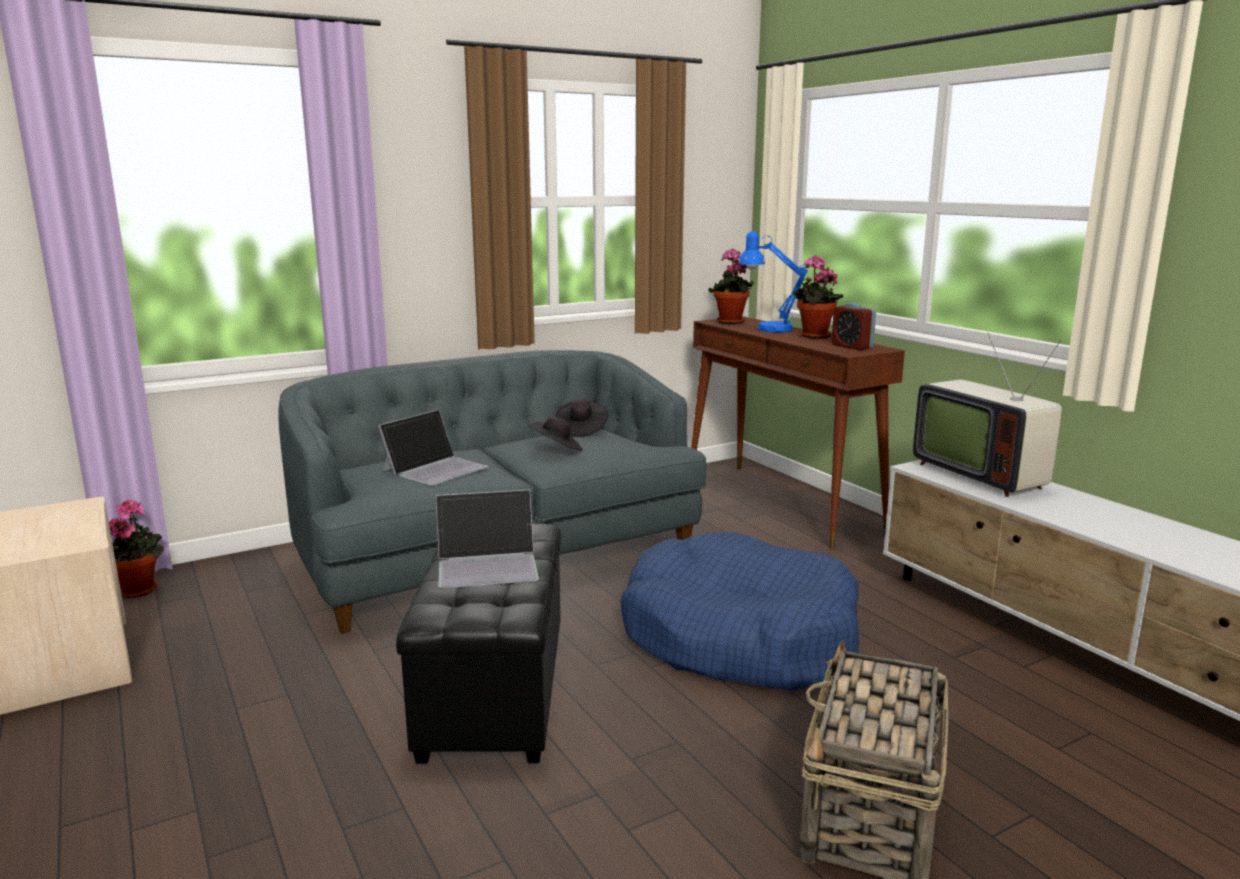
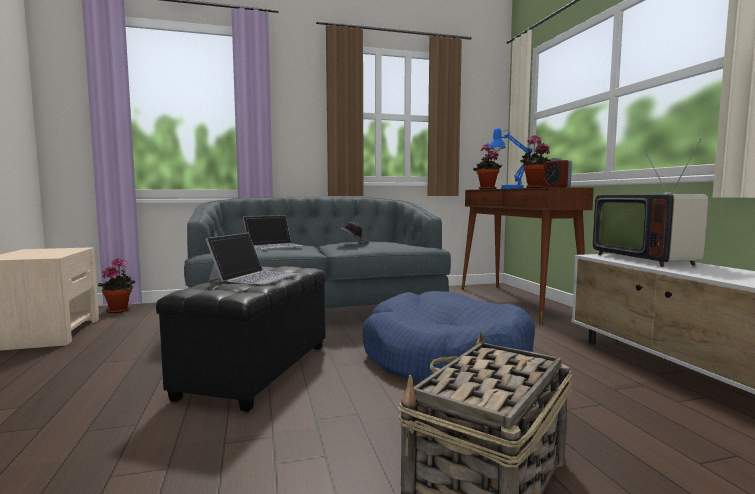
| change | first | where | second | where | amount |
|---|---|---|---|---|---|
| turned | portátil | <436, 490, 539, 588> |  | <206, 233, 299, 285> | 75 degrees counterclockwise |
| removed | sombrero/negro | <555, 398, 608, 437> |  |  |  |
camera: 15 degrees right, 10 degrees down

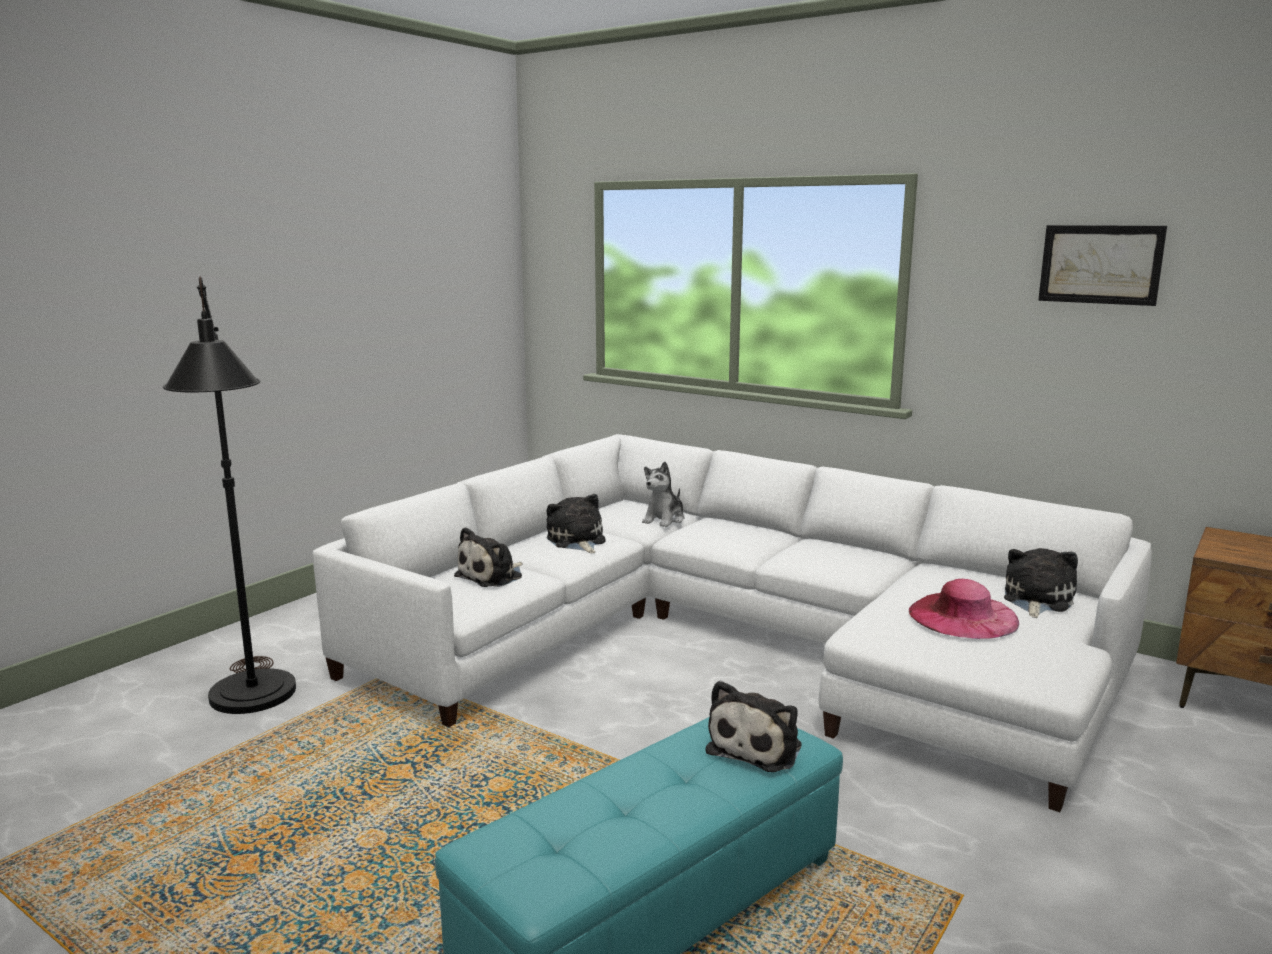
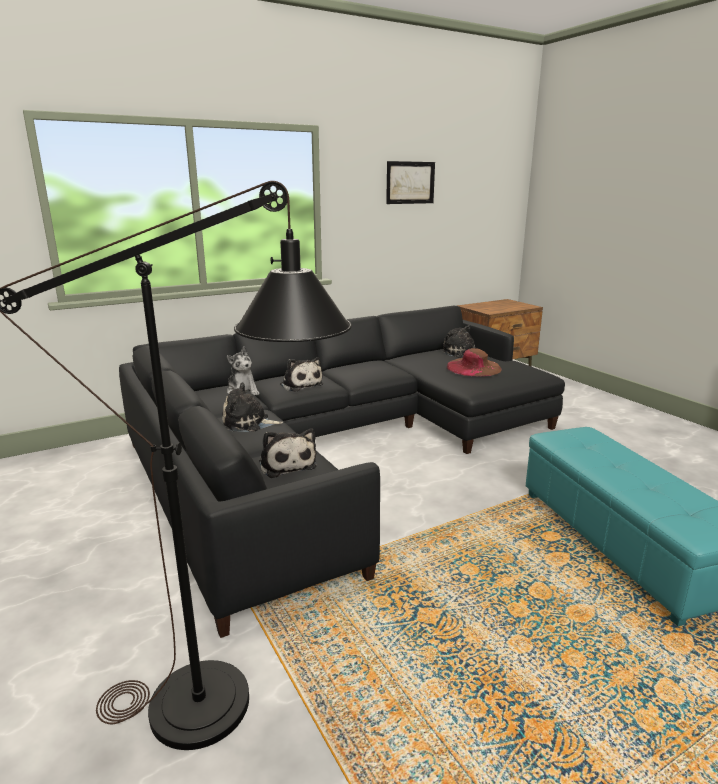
| change | first | where | second | where | amount |
|---|---|---|---|---|---|
| recoloured | sofá/blanco | <312, 434, 1152, 812> | sofá/negro | <119, 306, 565, 638> |  |
| moved | peluche | <705, 680, 801, 772> |  | <280, 357, 324, 392> |  |
| recoloured | sombrero/rosa | <909, 579, 1019, 639> | sombrero/marrón | <446, 348, 501, 377> |  |
camera: 65 degrees left, 5 degrees up

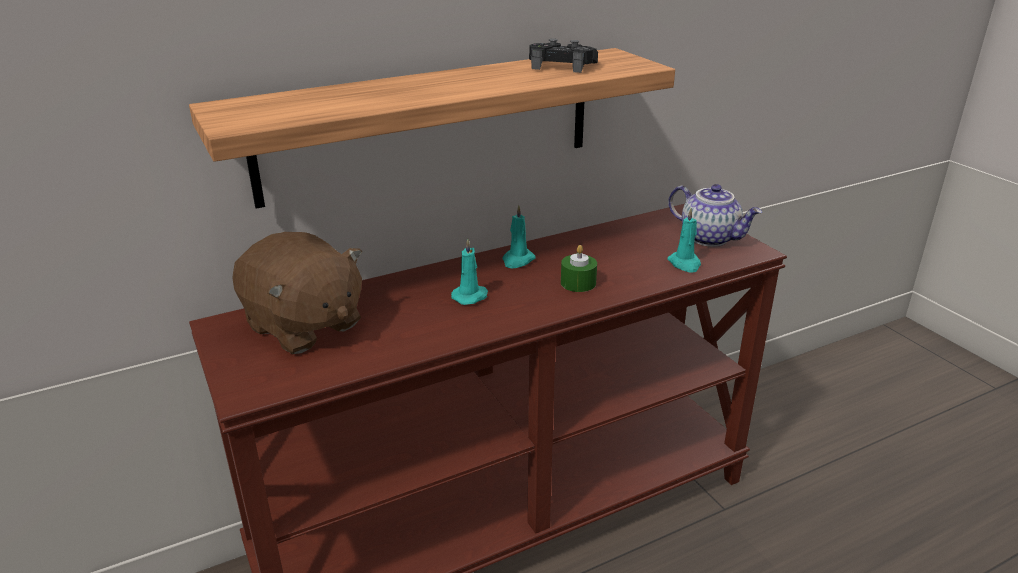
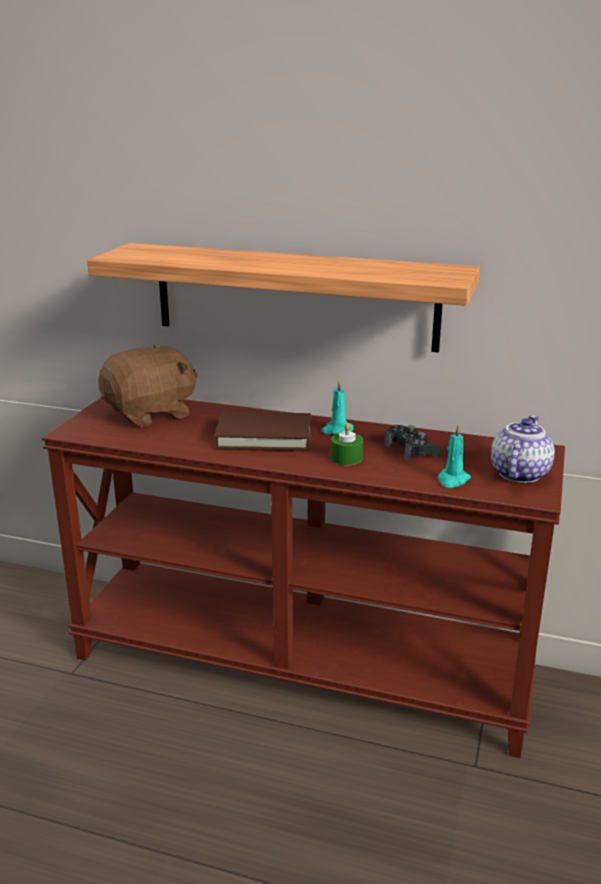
| change | first | where | second | where | amount |
|---|---|---|---|---|---|
| turned | peluche/marrón | <232, 232, 362, 354> |  | <98, 345, 197, 428> | 120 degrees counterclockwise |
| replaced | vela/turquesa | <451, 239, 488, 305> | libro/marrón | <214, 412, 311, 451> |  |
| moved | mando de consola/negro | <529, 38, 598, 73> |  | <384, 425, 442, 461> |  |
| turned | tetera | <668, 184, 762, 247> |  | <491, 416, 555, 483> | 150 degrees counterclockwise |
camera: 45 degrees right, 5 degrees down

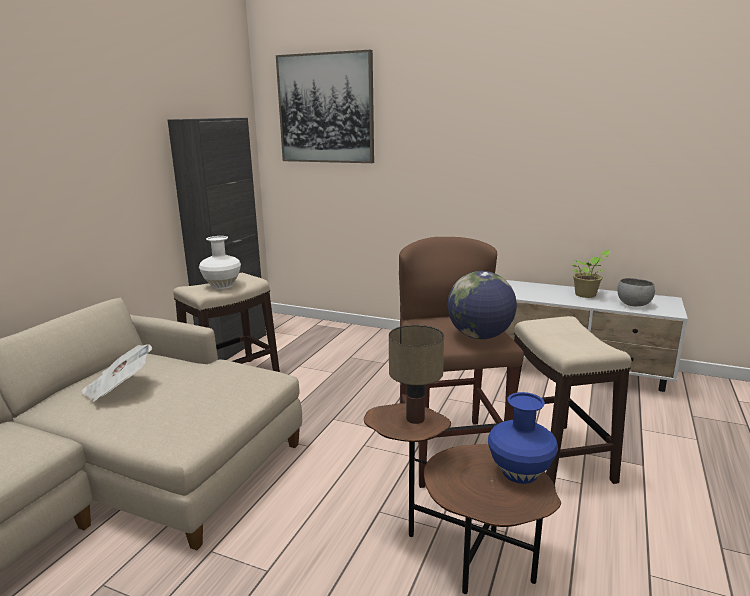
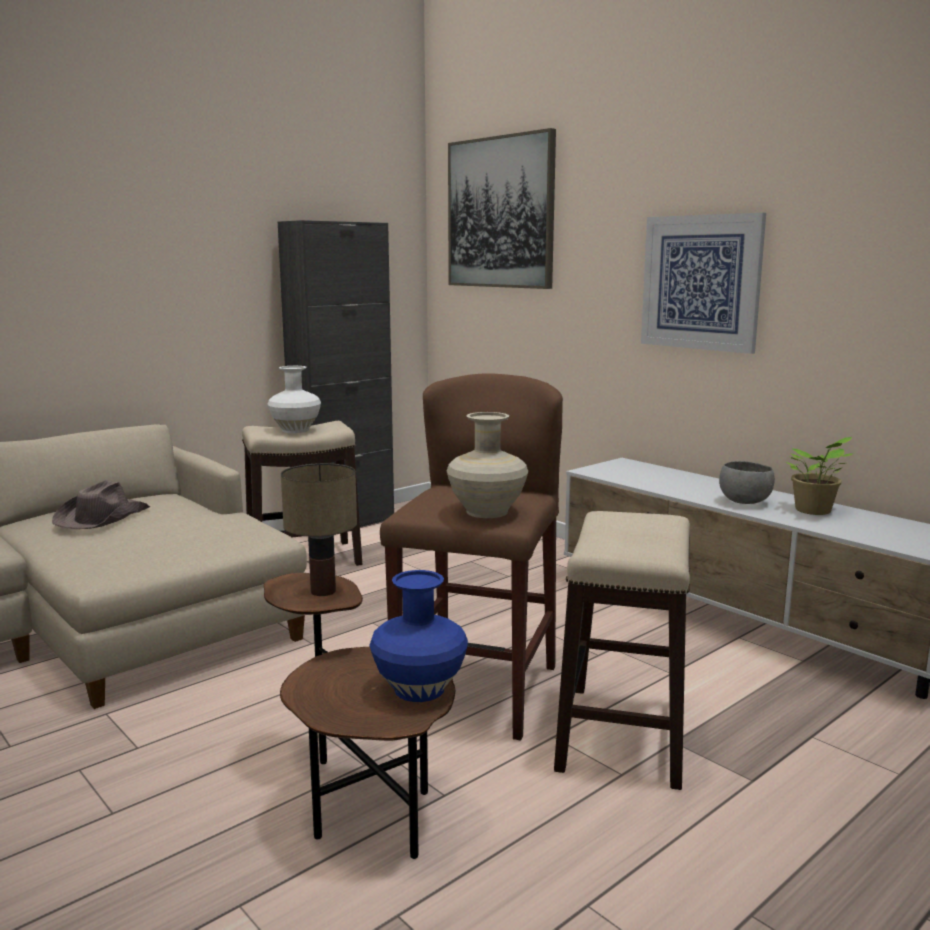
| change | first | where | second | where | amount |
|---|---|---|---|---|---|
| replaced | periódico | <81, 344, 152, 402> | sombrero/marrón | <52, 480, 150, 529> |  |
| replaced | globo terráqueo | <447, 271, 517, 339> | florero/beis | <447, 412, 528, 518> |  |
| added |  |  | cuadro | <641, 213, 766, 354> |  |
| moved | cuenco/gris | <617, 278, 655, 306> |  | <719, 461, 775, 504> |  |
camera: 25 degrees right, 5 degrees down

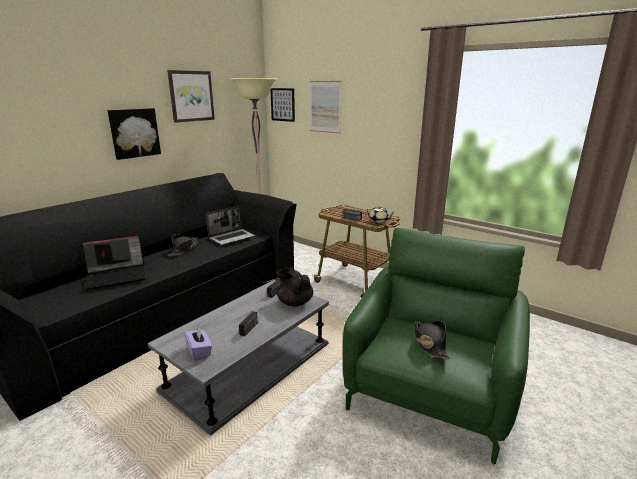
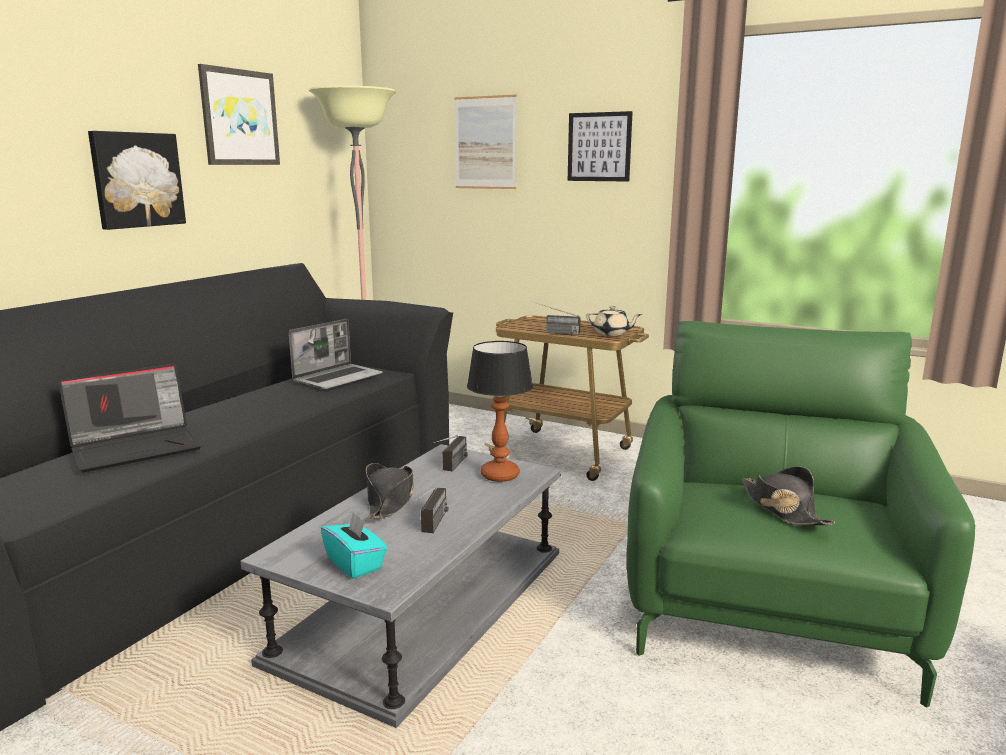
| change | first | where | second | where | amount |
|---|---|---|---|---|---|
| recoloured | caja de pañuelos/morado | <184, 327, 212, 360> | caja de pañuelos/turquesa | <321, 512, 387, 579> |  |
| moved | sombrero/negro | <168, 234, 198, 256> |  | <366, 463, 414, 520> |  |
| replaced | tetera/negro | <277, 267, 313, 306> | lámpara de mesa | <467, 341, 533, 482> |  |
| moved | cuadro | <270, 88, 295, 122> |  | <568, 111, 633, 182> |  |
camera: 10 degrees left, 5 degrees down

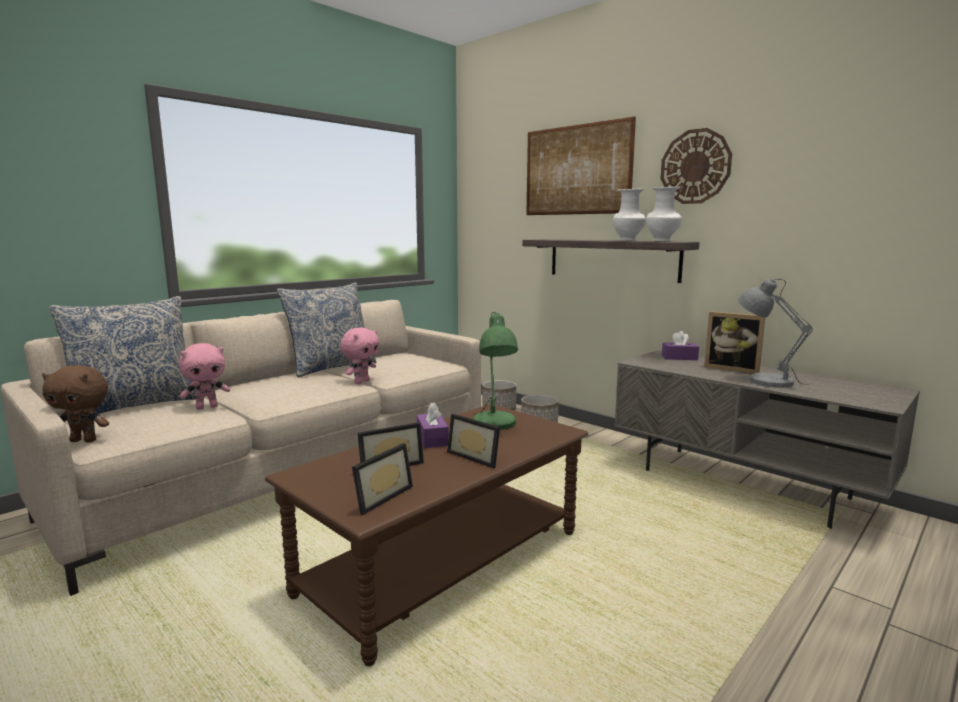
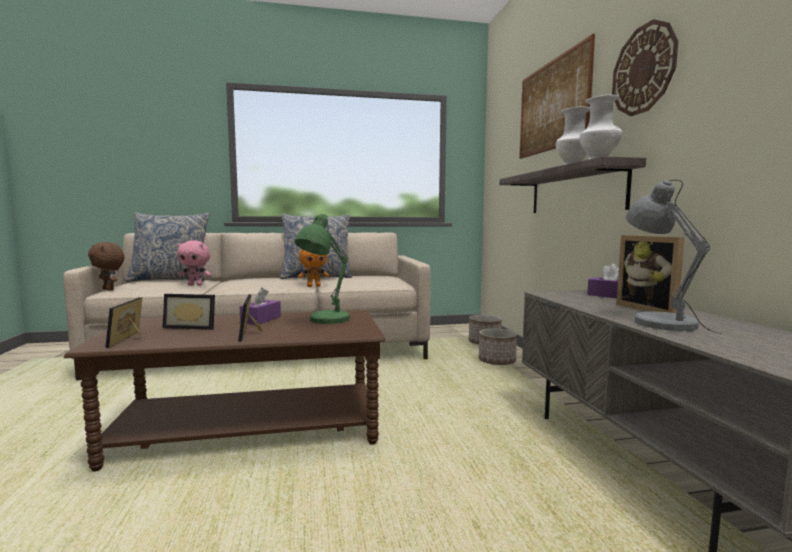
| change | first | where | second | where | amount |
|---|---|---|---|---|---|
| turned | portarretratos | <352, 443, 413, 515> |  | <105, 297, 143, 348> | 105 degrees clockwise |
| recoloured | peluche/rosa | <340, 327, 379, 384> | peluche/naranja | <298, 249, 329, 287> |  |
camera: 35 degrees right, 5 degrees down

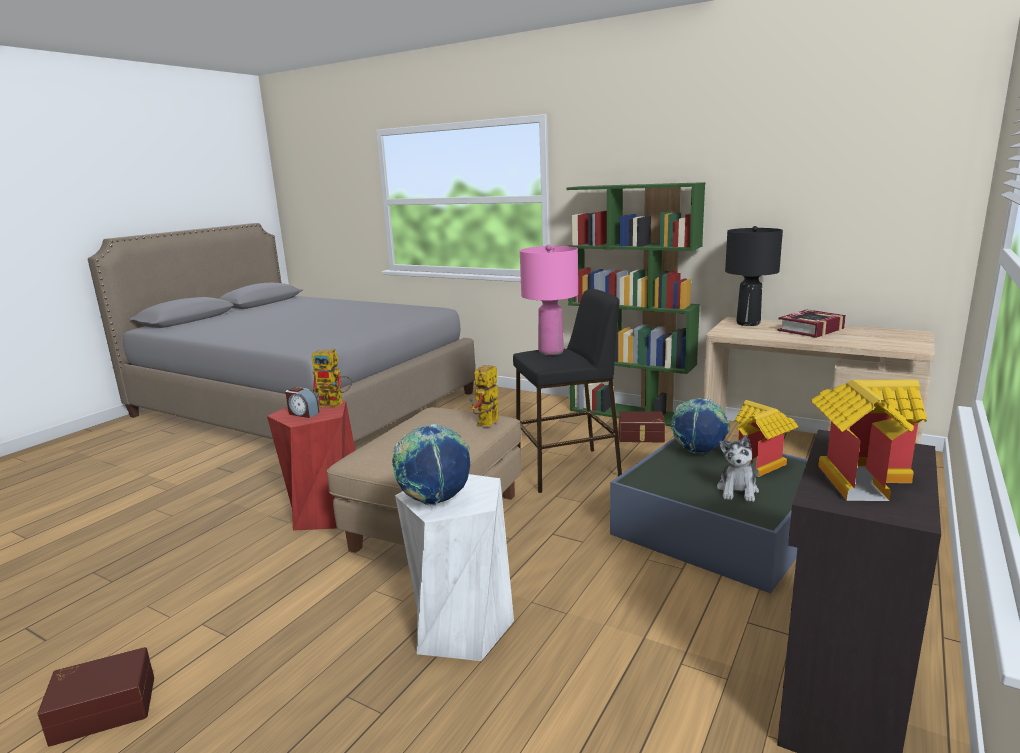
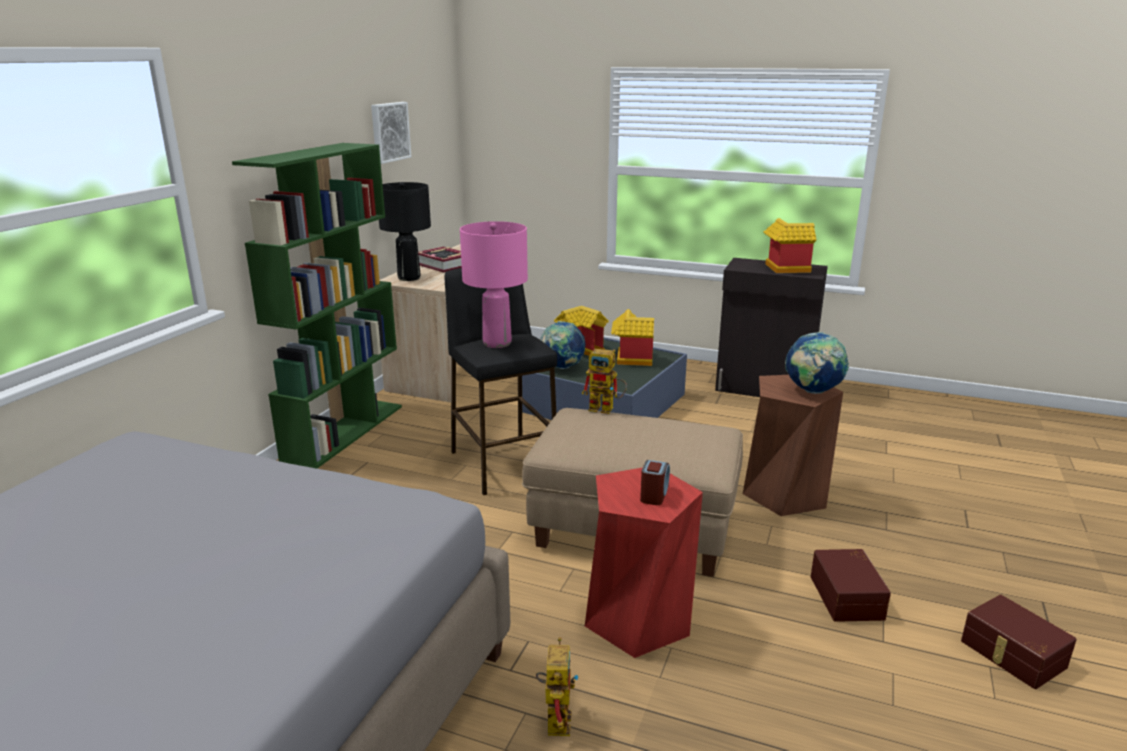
| change | first | where | second | where | amount |
|---|---|---|---|---|---|
| added |  |  | cuadro | <371, 102, 411, 164> |  |
| moved | robot de juguete | <311, 348, 353, 408> |  | <536, 637, 578, 736> |  |
| replaced | peluche | <717, 435, 759, 502> | casita | <611, 309, 654, 366> |  |
| recoloured | taburete/blanco | <395, 474, 514, 661> | taburete/marrón | <743, 375, 843, 516> |  |
| moved | caja de almacenaje/marrón | <619, 411, 665, 443> |  | <811, 549, 891, 622> |  |
camera: 100 degrees left, 5 degrees up

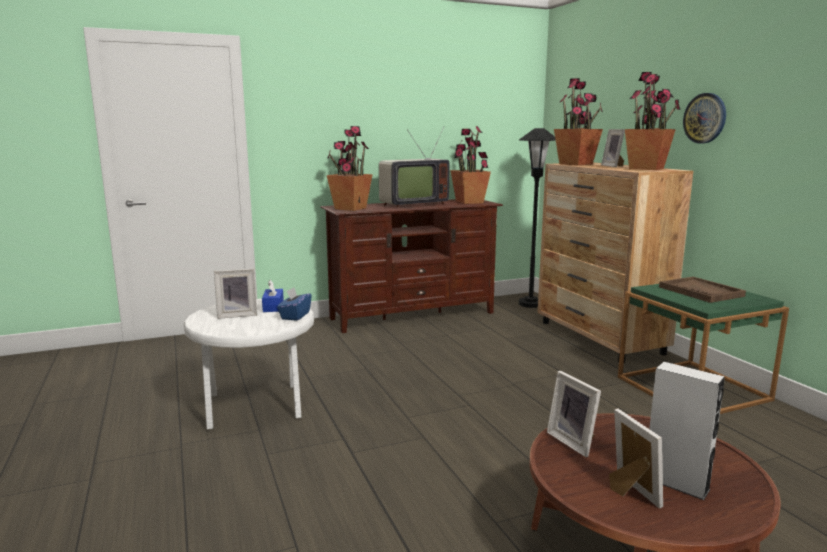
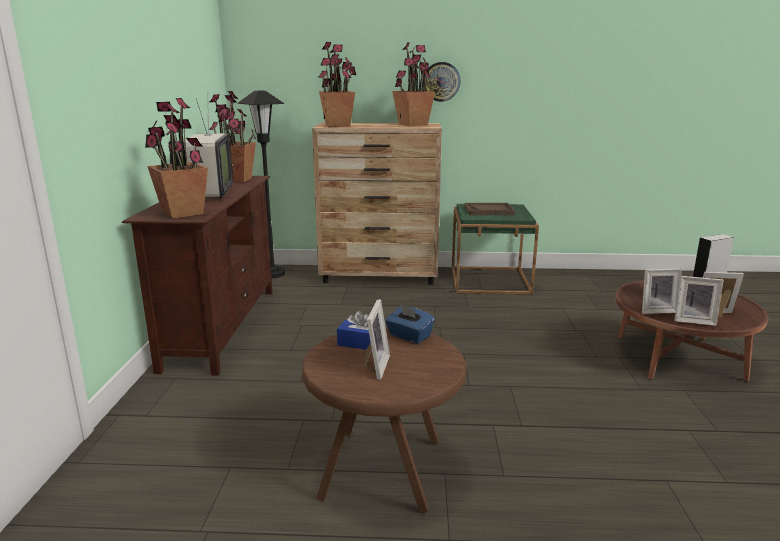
| change | first | where | second | where | amount |
|---|---|---|---|---|---|
| recoloured | mesa auxiliar/blanco | <184, 299, 314, 430> | mesa auxiliar/marrón | <302, 327, 467, 514> |  |
| moved | portarretratos | <601, 129, 625, 167> |  | <674, 276, 724, 326> |  |
camera: 65 degrees left, 5 degrees up

